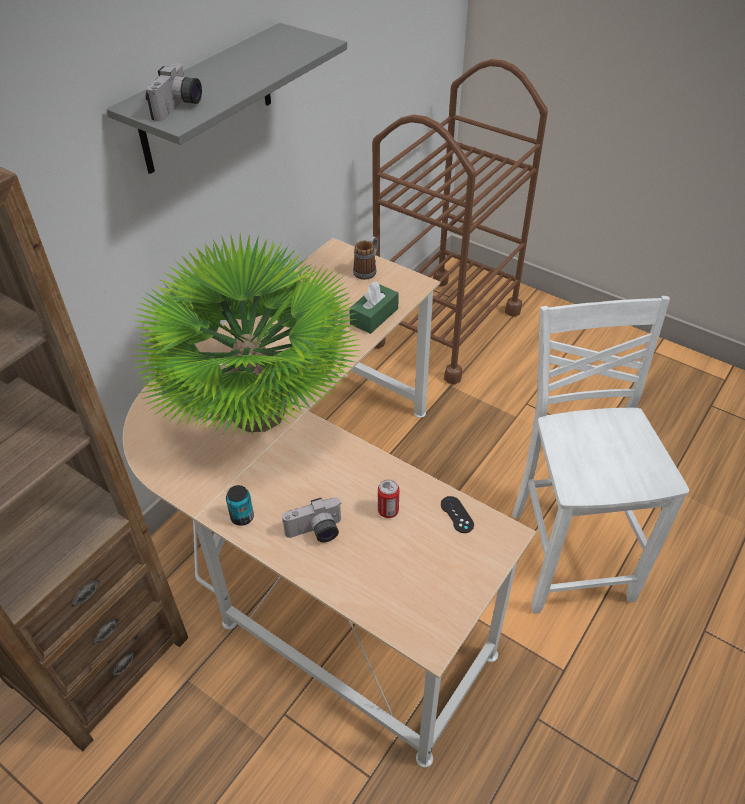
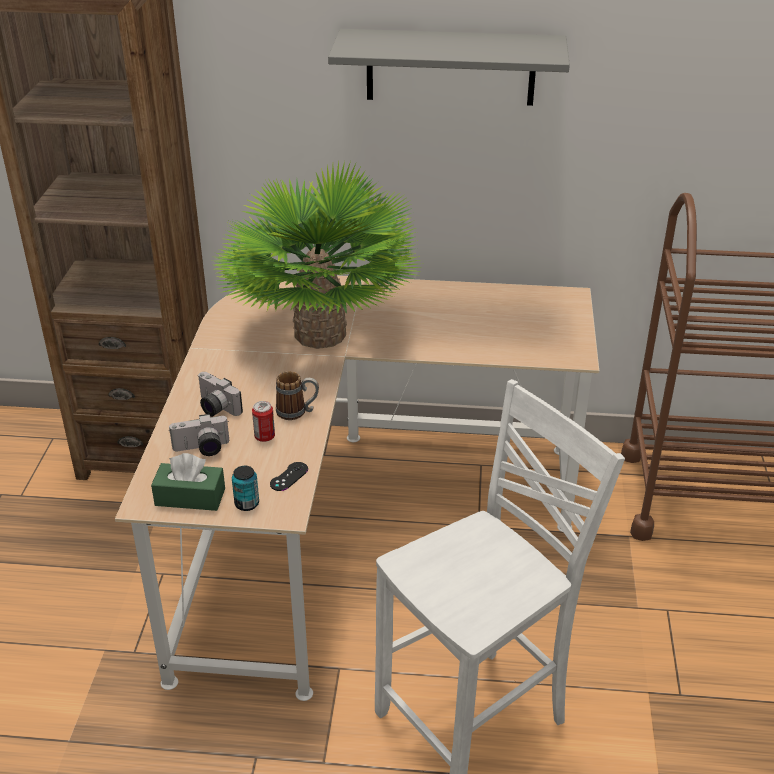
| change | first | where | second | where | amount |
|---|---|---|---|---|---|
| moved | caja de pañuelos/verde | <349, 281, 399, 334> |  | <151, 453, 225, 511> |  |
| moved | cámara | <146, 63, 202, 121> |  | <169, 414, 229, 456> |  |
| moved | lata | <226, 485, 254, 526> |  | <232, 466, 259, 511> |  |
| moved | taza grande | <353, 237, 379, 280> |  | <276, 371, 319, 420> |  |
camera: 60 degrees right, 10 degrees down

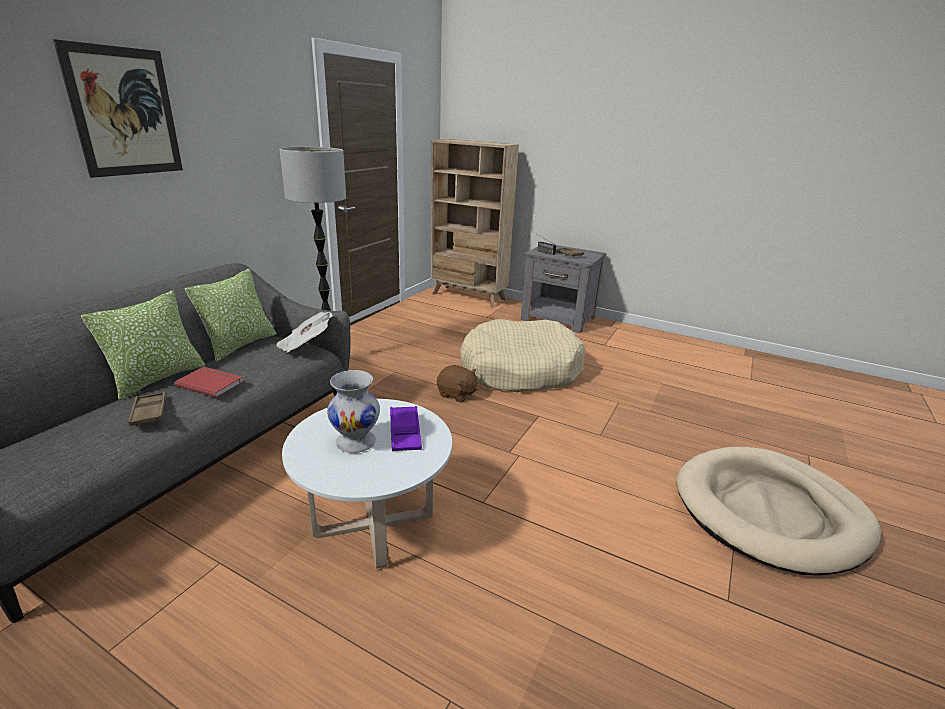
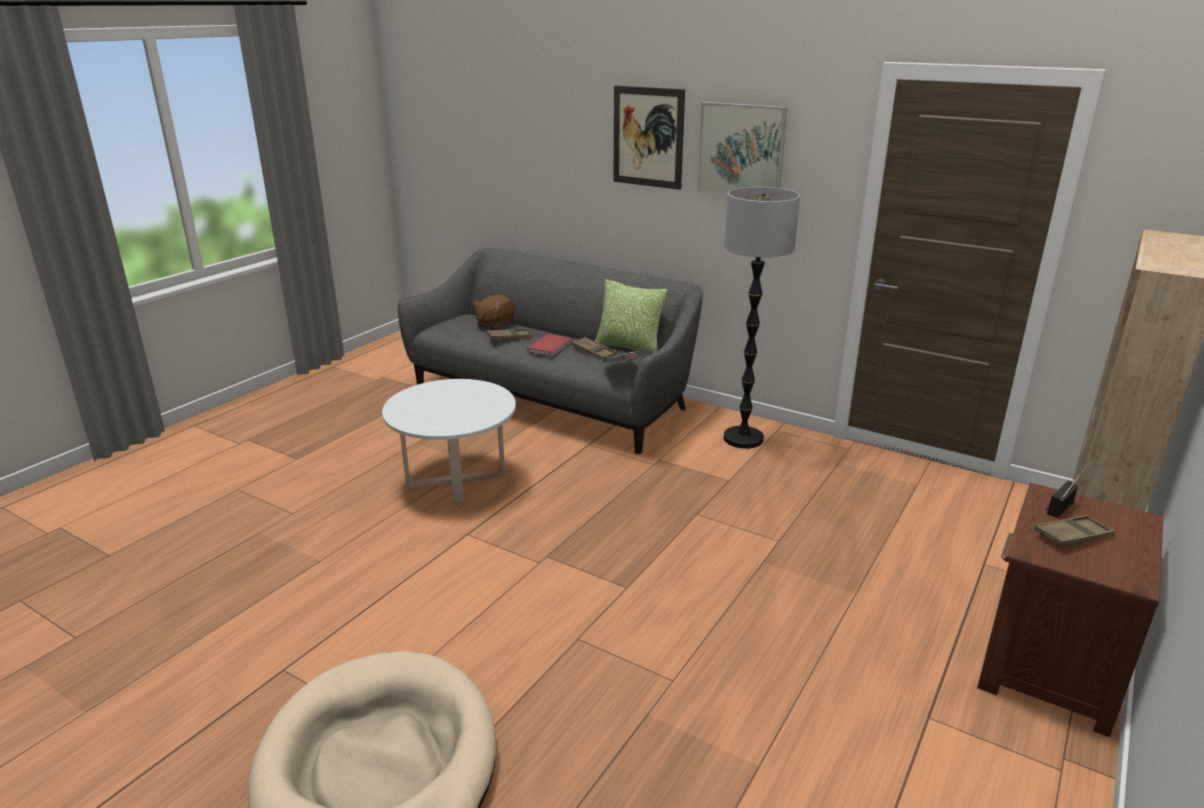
| change | first | where | second | where | amount |
|---|---|---|---|---|---|
| moved | peluche/marrón | <437, 365, 478, 402> |  | <473, 295, 515, 330> |  |
| added |  |  | bandeja/marrón | <571, 337, 617, 360> |  |
| added |  |  | cuadro | <697, 102, 788, 195> |  |
| recoloured | mesita de noche/gris | <521, 245, 606, 333> | mesita de noche/marrón | <977, 483, 1163, 737> |  |
| removed | cojín | <81, 291, 205, 400> |  |  |  |
| removed | florero/blanco | <327, 370, 380, 453> |  |  |  |
| removed | bandeja/morado | <390, 406, 422, 451> |  |  |  |
| removed | cama para perro/beis | <460, 319, 585, 392> |  |  |  |
camera: 95 degrees right, 0 degrees up

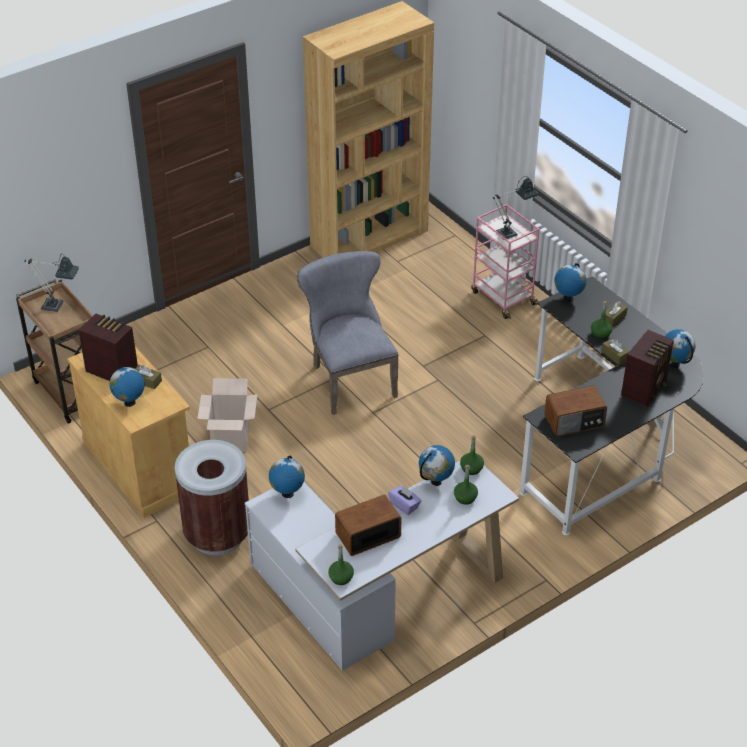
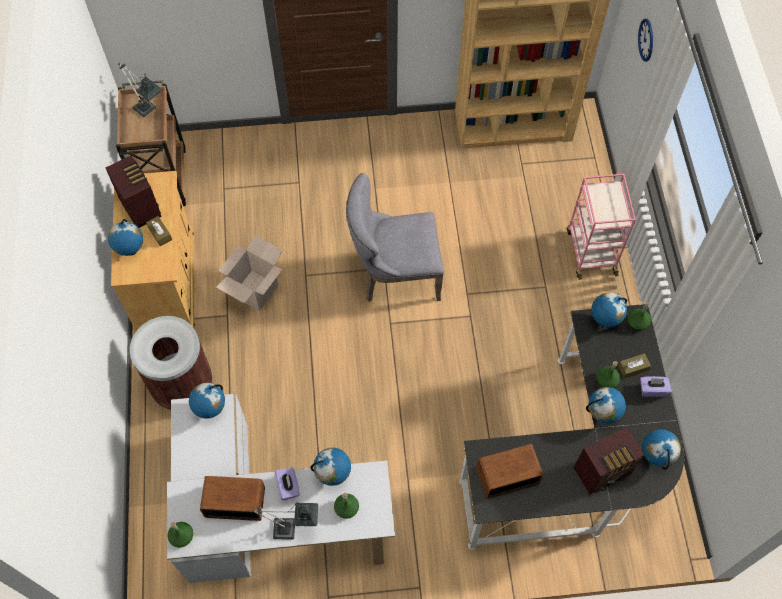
| change | first | where | second | where | amount |
|---|---|---|---|---|---|
| moved | lámpara de mesa | <493, 176, 539, 240> |  | <253, 503, 318, 540> |  |
| turned | silla/gris | <297, 251, 399, 415> |  | <346, 173, 444, 302> | 105 degrees counterclockwise |
| turned | radio | <544, 385, 607, 437> |  | <476, 444, 544, 499> | 150 degrees clockwise |
| replaced | caja de pañuelos/marrón | <602, 338, 630, 365> | globo terráqueo | <586, 387, 626, 424> |  |
| moved | botella/verde | <460, 435, 484, 475> |  | <628, 302, 651, 331> |  |
| added |  |  | reloj de pared | <638, 19, 653, 62> |  |
| added |  |  | caja de pañuelos/morado | <640, 376, 672, 397> |  |
camera: 30 degrees right, 20 degrees up

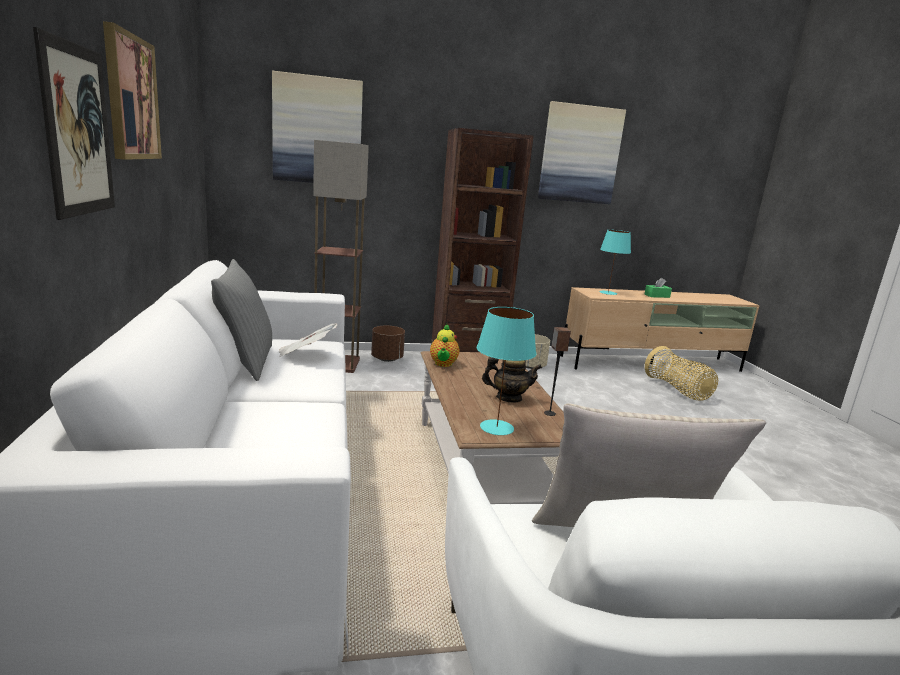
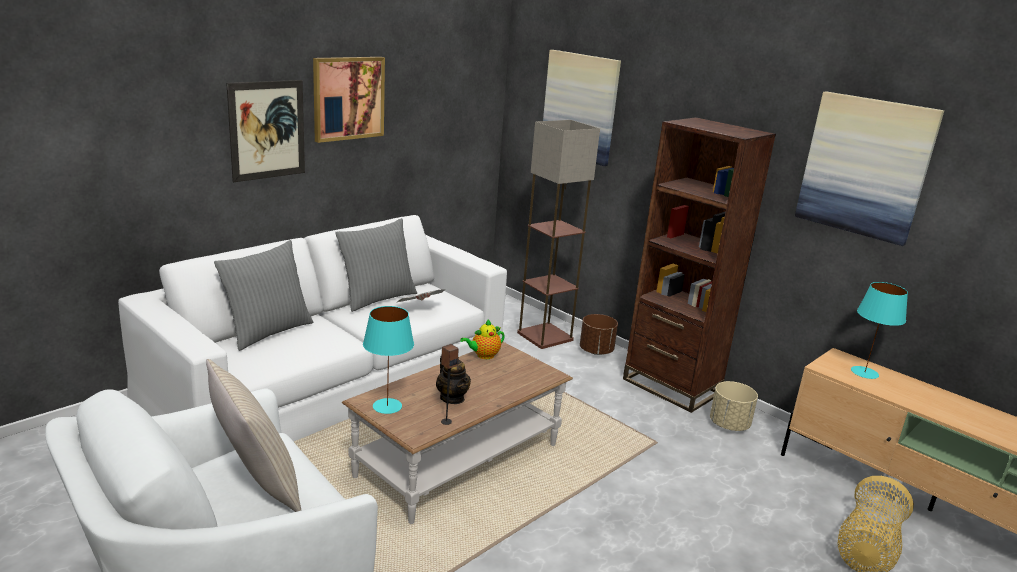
| change | first | where | second | where | amount |
|---|---|---|---|---|---|
| added |  |  | cojín/gris | <214, 240, 313, 351> |  |
| removed | caja de pañuelos/verde | <644, 278, 672, 298> |  |  |  |
camera: 55 degrees right, 5 degrees up

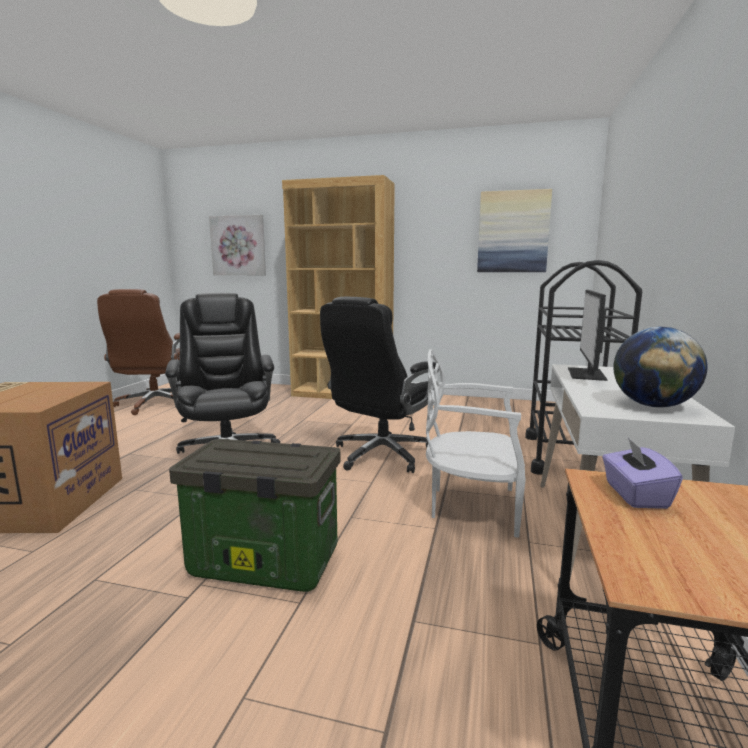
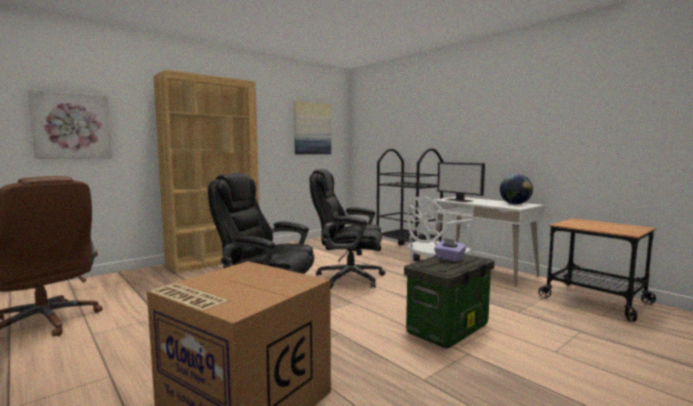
| change | first | where | second | where | amount |
|---|---|---|---|---|---|
| turned | silla de oficina/negro | <320, 297, 439, 473> |  | <309, 169, 385, 289> | 120 degrees clockwise |
| moved | caja de pañuelos/morado | <602, 438, 683, 509> |  | <434, 238, 466, 262> |  |
camera: 55 degrees left, 5 degrees down

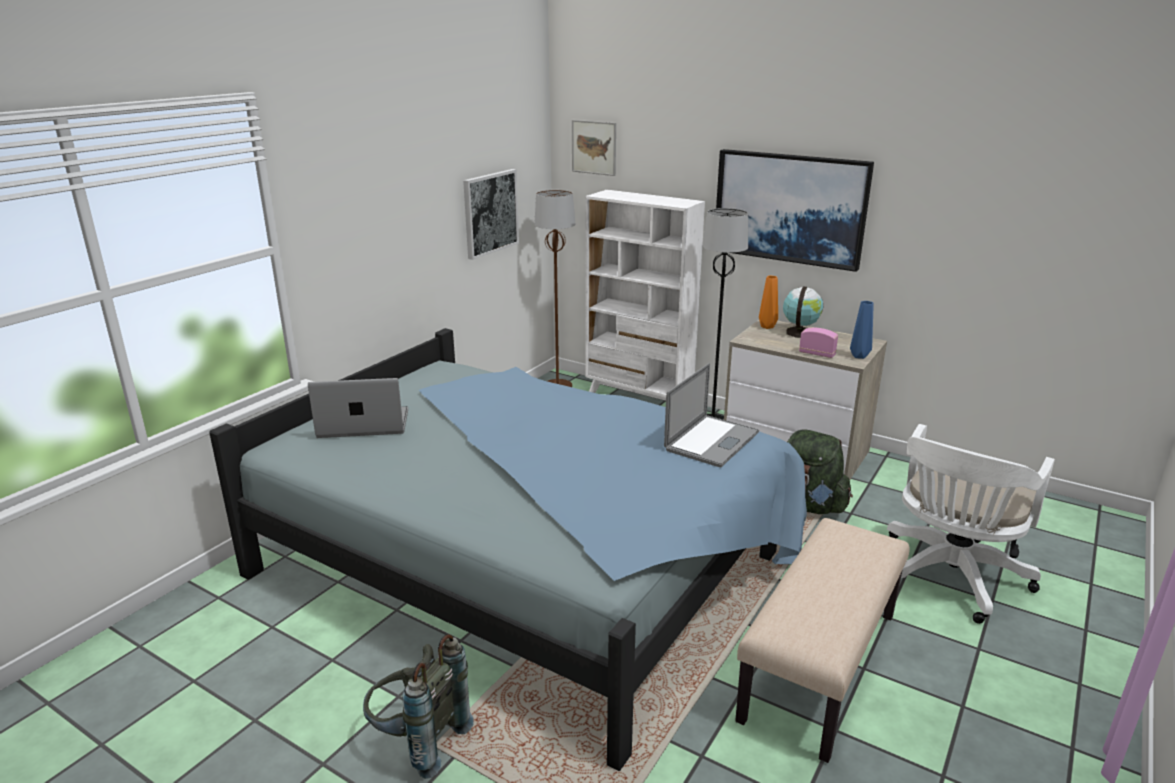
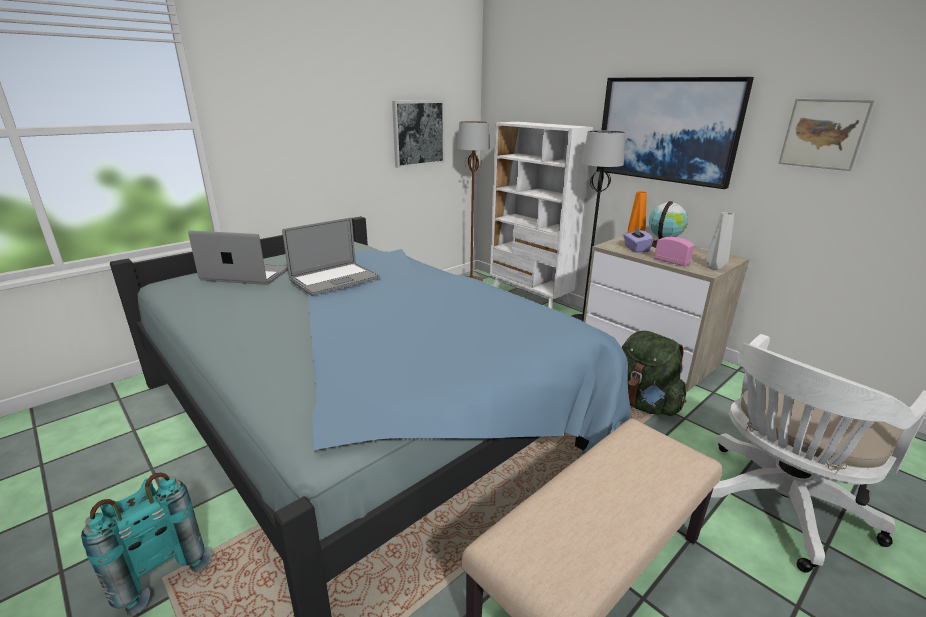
| change | first | where | second | where | amount |
|---|---|---|---|---|---|
| recoloured | mochila/gris | <363, 634, 474, 779> | mochila/turquesa | <81, 473, 212, 616> |  |
| moved | portátil | <664, 363, 759, 467> |  | <282, 217, 380, 296> |  |
| added |  |  | caja de pañuelos/morado | <624, 227, 654, 253> |  |
| recoloured | florero/azul | <850, 301, 874, 359> | florero/gris | <705, 212, 734, 270> |  |
| moved | cuadro | <572, 120, 616, 176> |  | <779, 99, 875, 171> |  |
camera: 15 degrees right, 0 degrees up

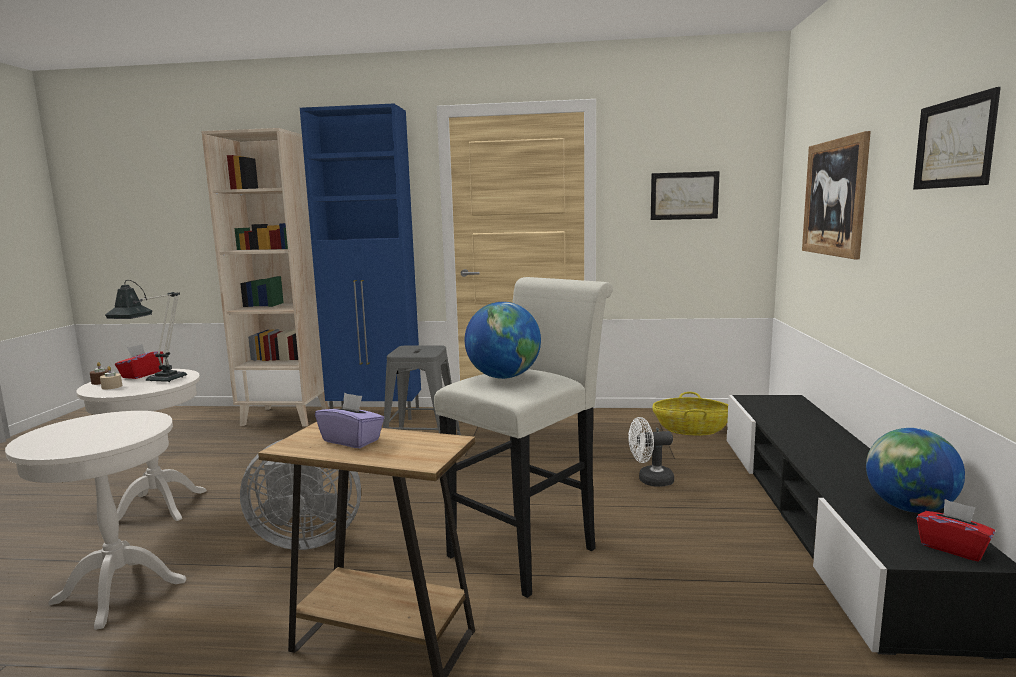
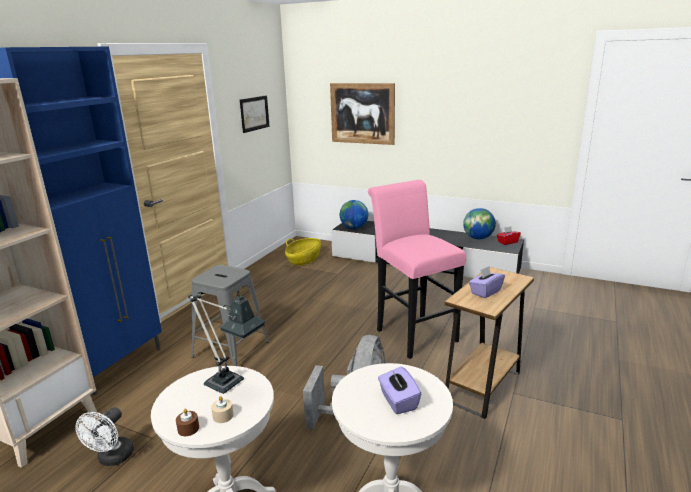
| change | first | where | second | where | amount |
|---|---|---|---|---|---|
| moved | ventilador/blanco | <628, 417, 674, 487> |  | <75, 407, 134, 466> |  |
| moved | globo terráqueo | <465, 302, 541, 379> |  | <340, 200, 368, 229> |  |
| recoloured | taburete/blanco | <434, 277, 613, 598> | taburete/rosa | <368, 180, 466, 359> |  |
| added |  |  | caja de pañuelos/morado | <378, 366, 421, 414> |  |
| removed | caja de pañuelos/rojo | <115, 344, 163, 379> |  |  |  |
| removed | cuadro | <913, 87, 1001, 190> |  |  |  |
camera: 70 degrees left, 10 degrees up

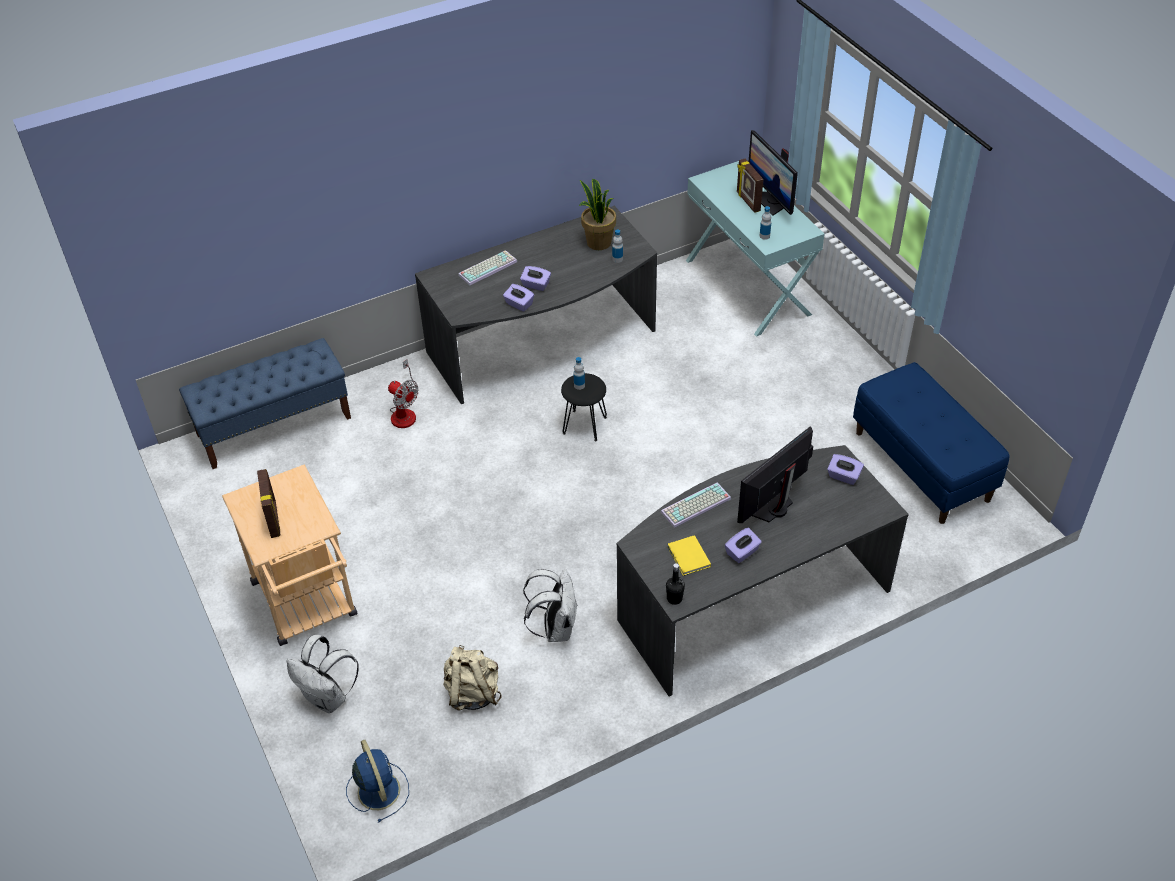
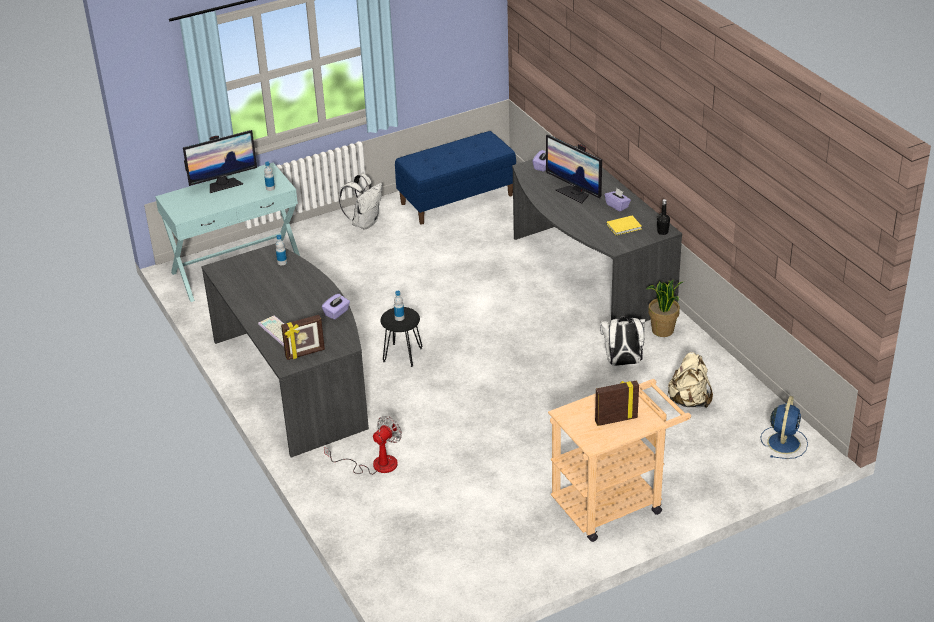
| change | first | where | second | where | amount |
|---|---|---|---|---|---|
| moved | portarretratos | <737, 159, 763, 213> |  | <281, 315, 325, 360> |  |
| moved | mochila/blanco | <286, 635, 359, 713> |  | <339, 173, 382, 230> |  |
| moved | planta en maceta | <579, 179, 616, 250> |  | <646, 279, 683, 337> |  |
| turned | ventilador/azul | <346, 740, 409, 822> |  | <761, 396, 808, 459> | 135 degrees clockwise |
| removed | banco/azul | <179, 338, 351, 469> |  |  |  |
| removed | caja de pañuelos/morado | <520, 266, 551, 291> |  |  |  |
| removed | teclado | <661, 483, 731, 528> |  |  |  |
camera: 90 degrees left, 10 degrees down

